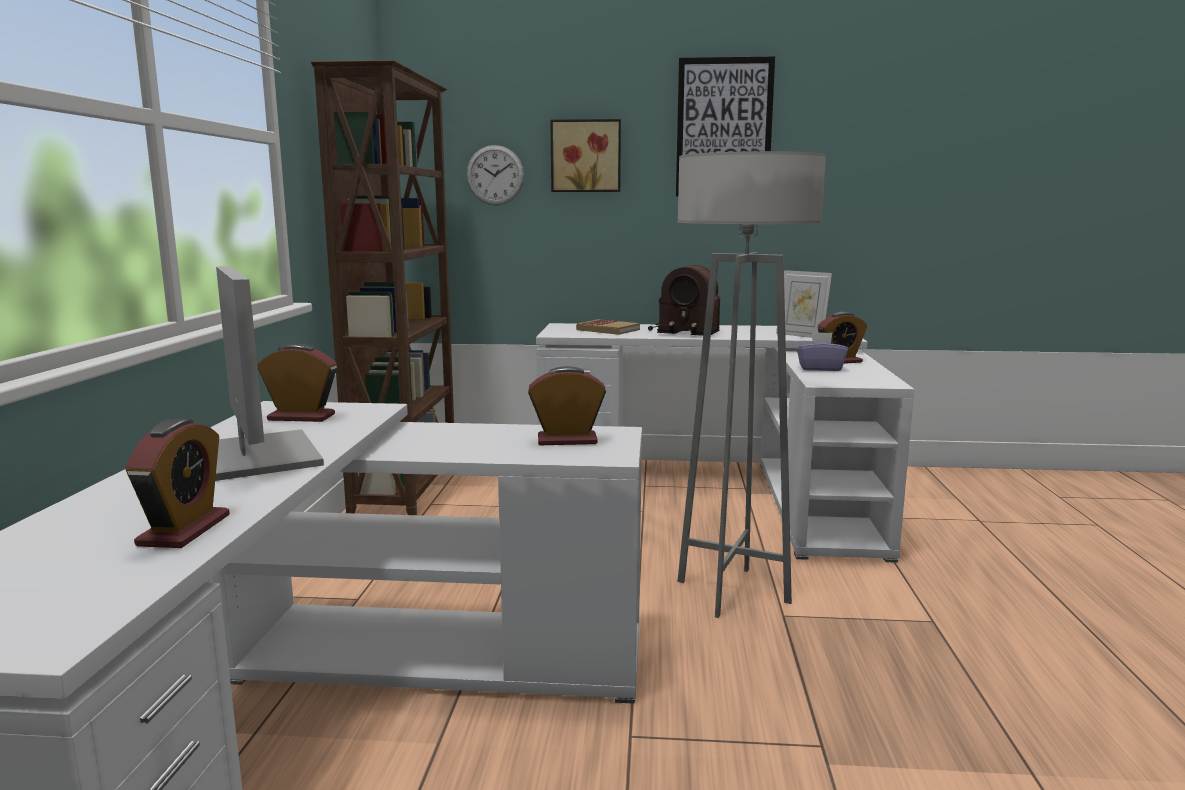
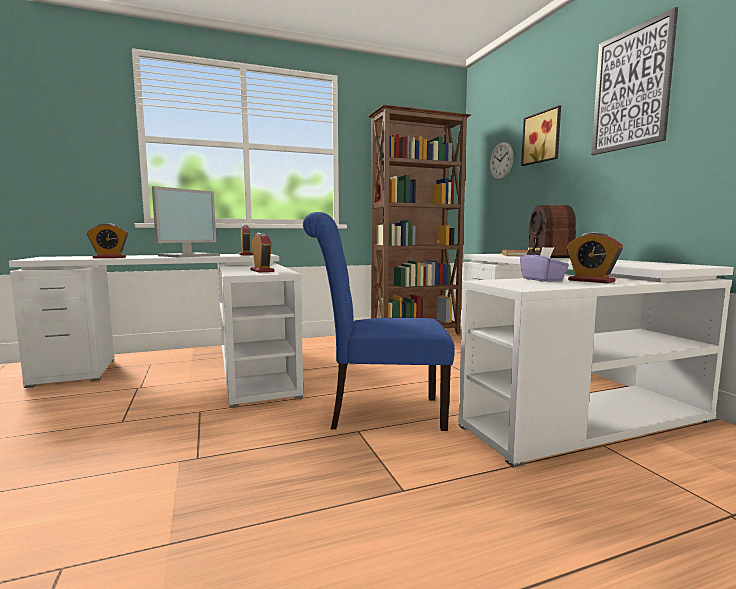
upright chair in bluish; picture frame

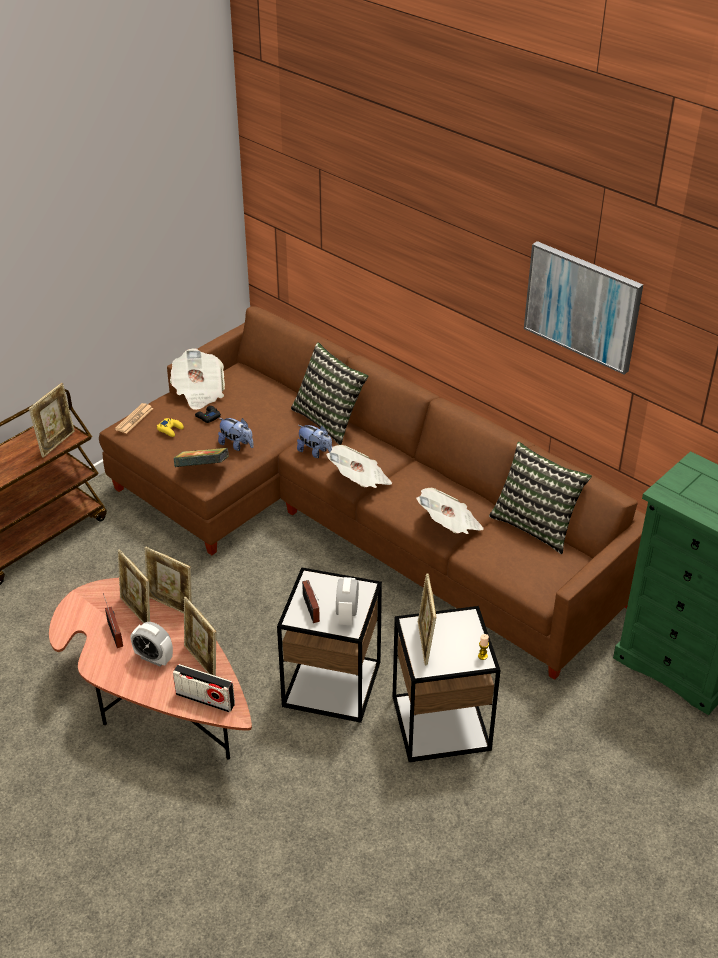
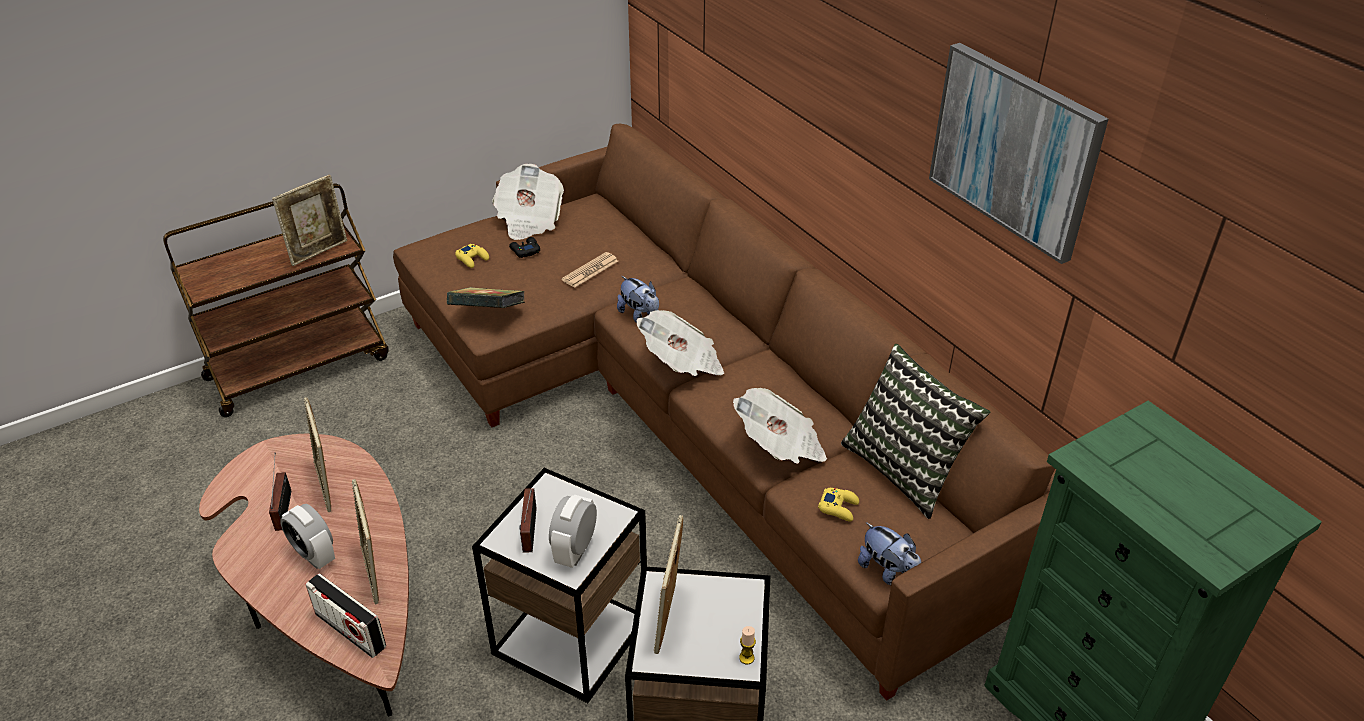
throw pillow (no. 1 from left in the first image); newspaper (no. 2 from left); plush toy (no. 2 from left); picture frame (no. 3 from left in the first image); joypad in yellowish (no. 2 from left)

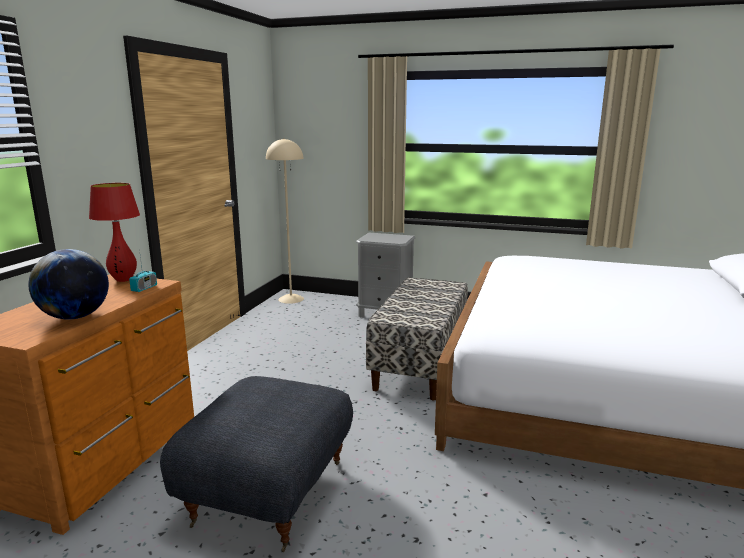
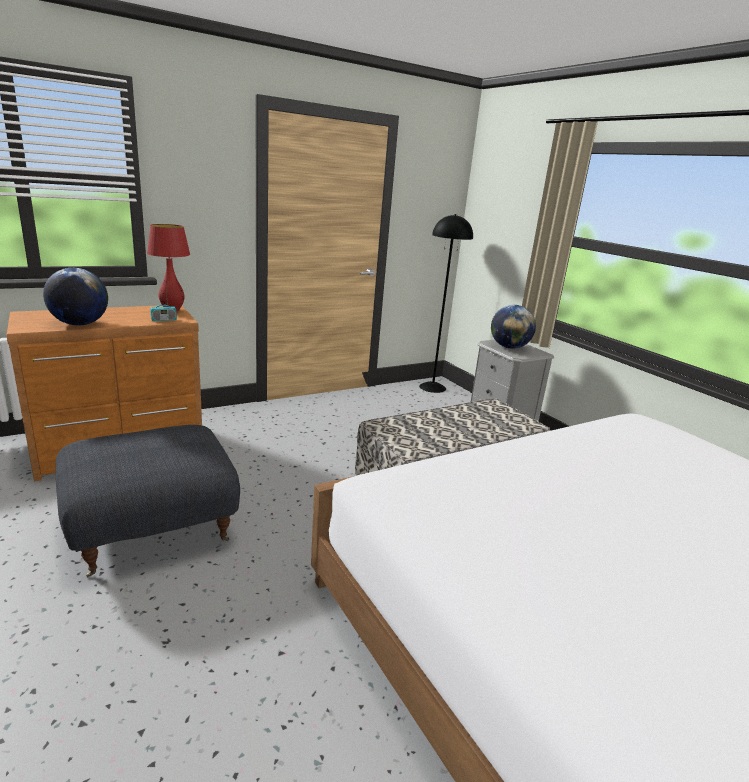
standing lamp in black-coloured; globe (no. 2 from left)

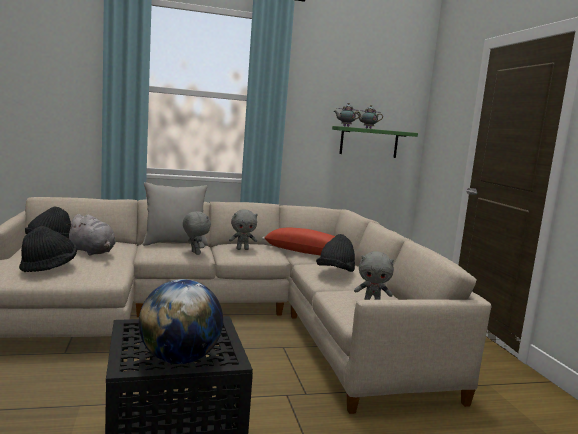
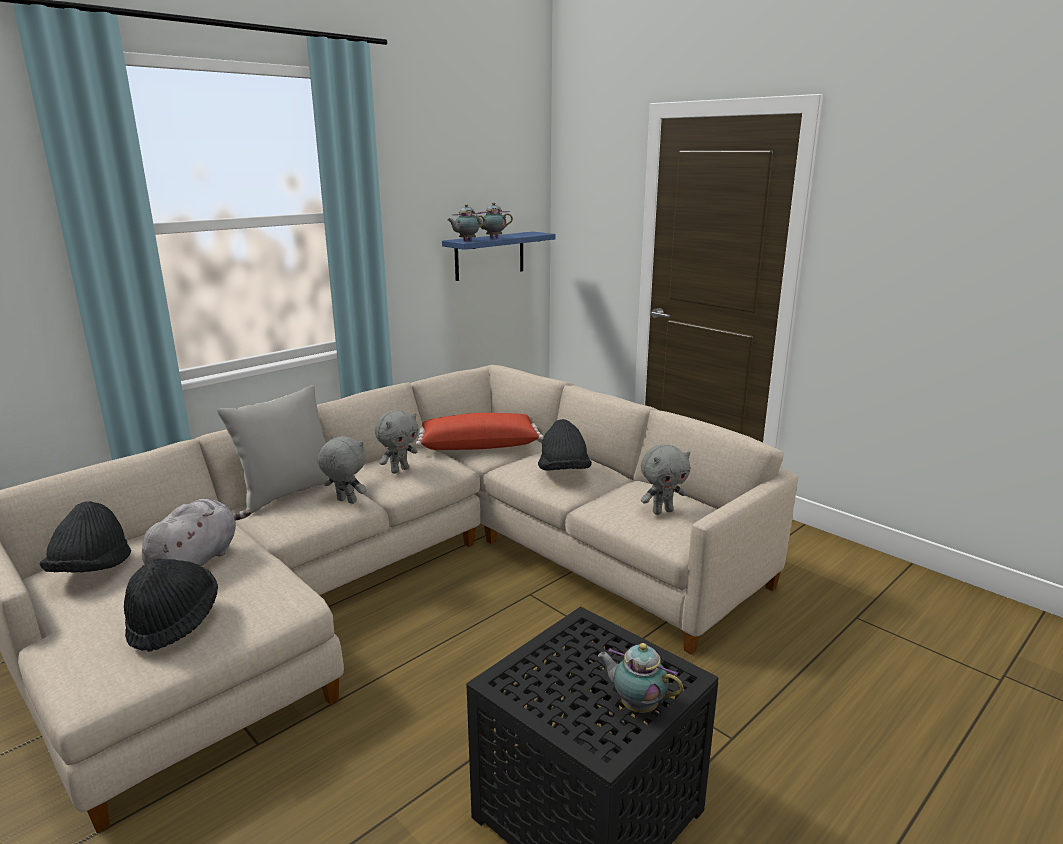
bracket shelf in bluish; plush toy in gray (no. 1 from left); pot for tea (no. 3 from left)

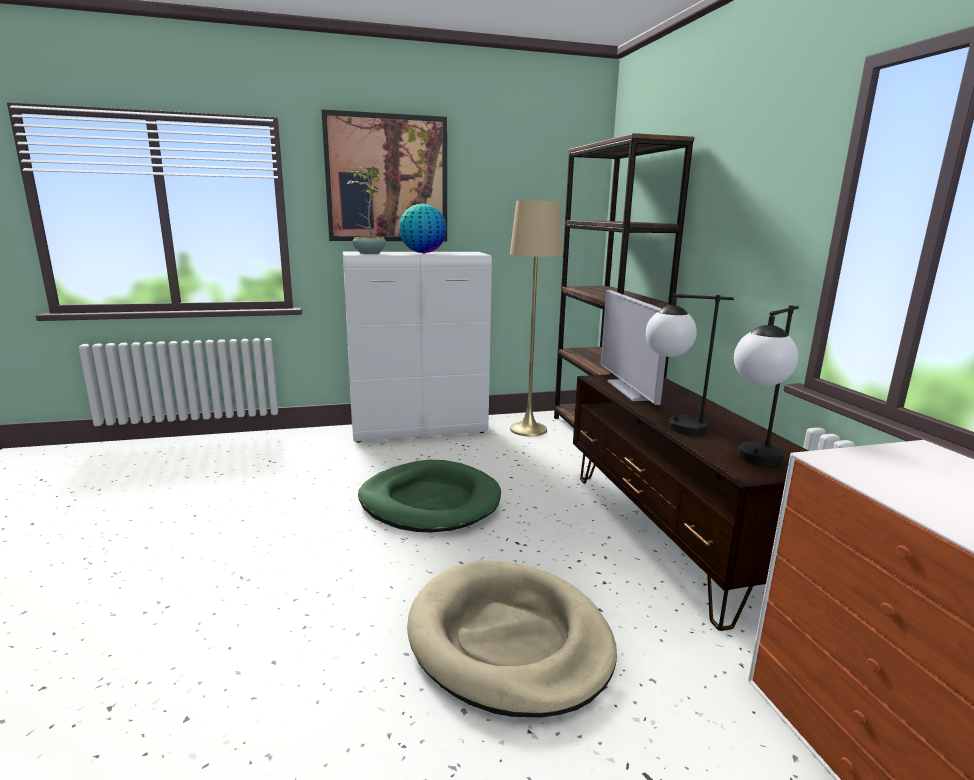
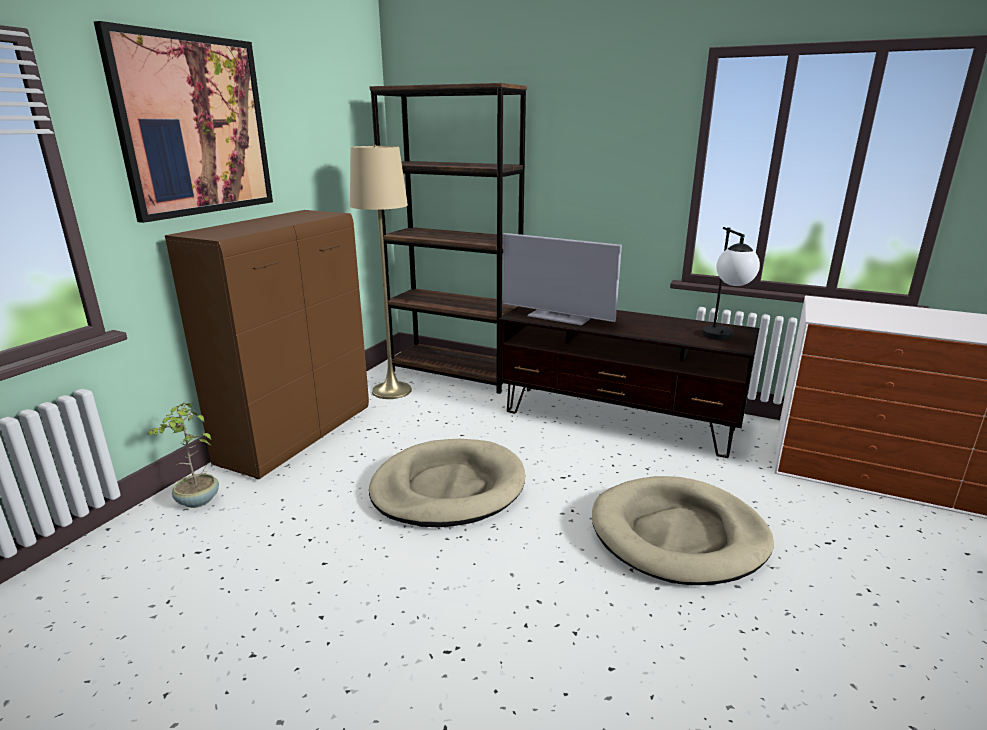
houseplant; globe; cabinet in brownish; lamp for a table (no. 1 from left in the first image); dog cushion in sand-coloured (no. 1 from left)

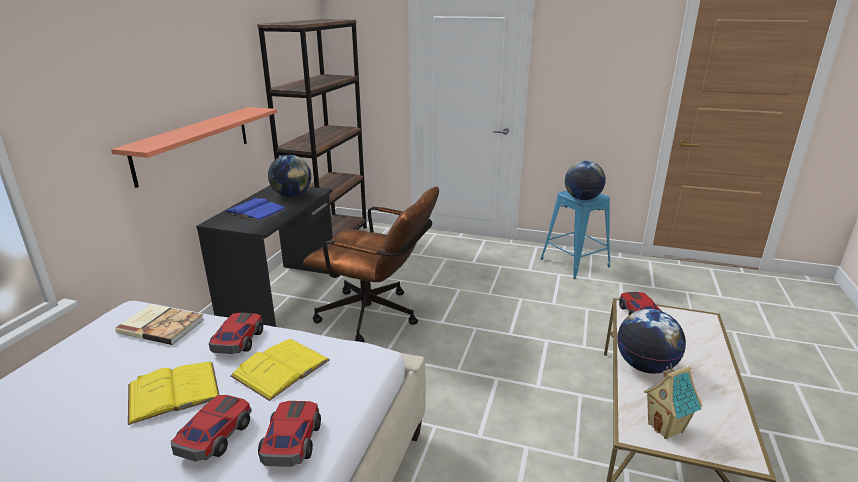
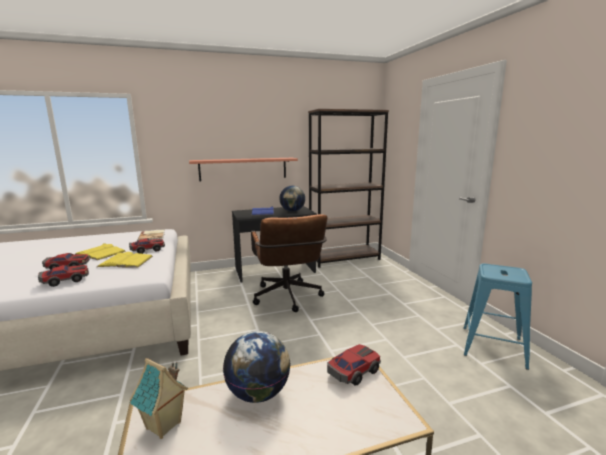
globe (no. 2 from left in the first image)

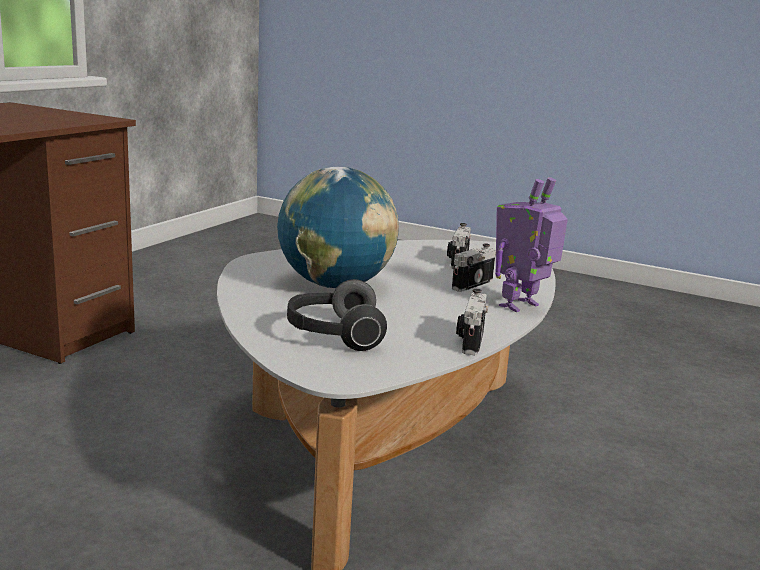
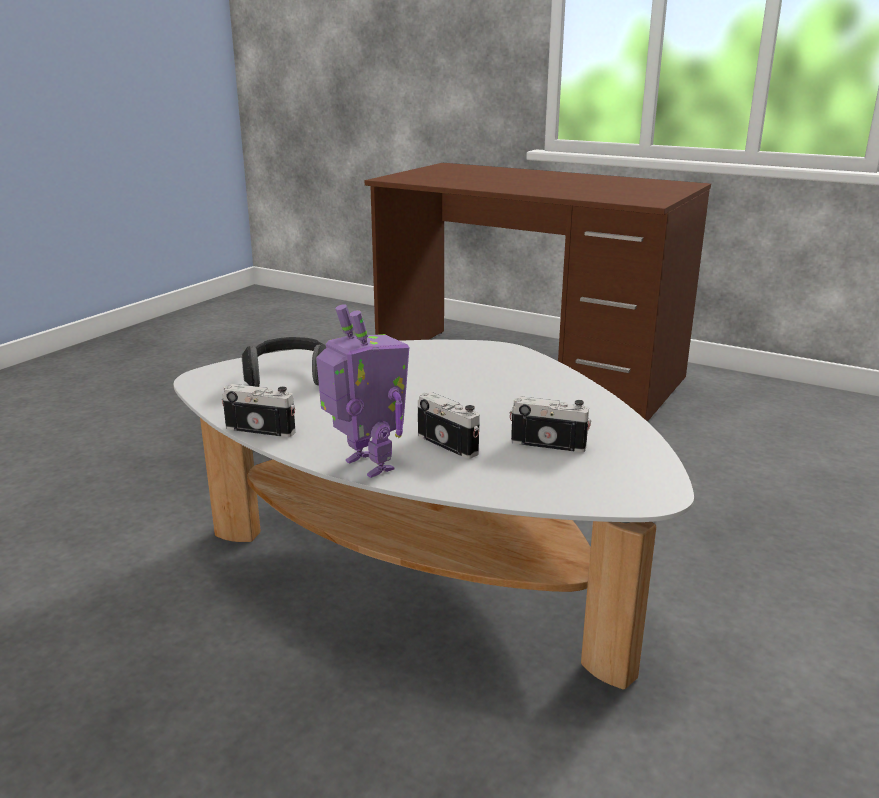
globe

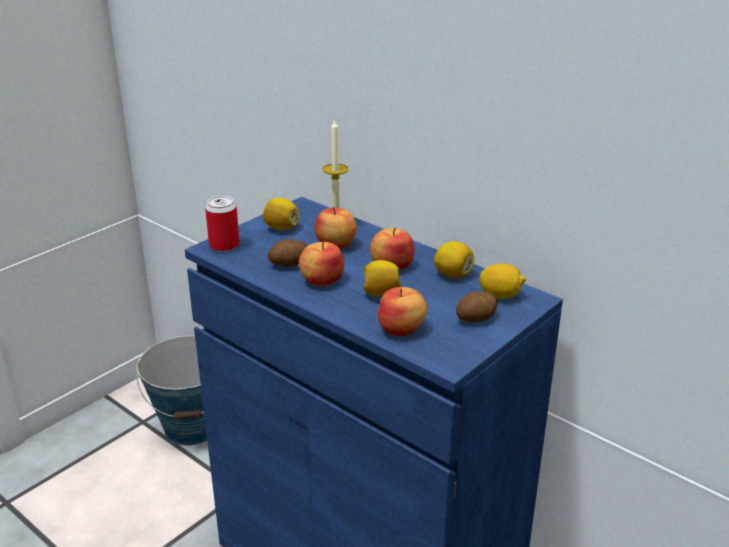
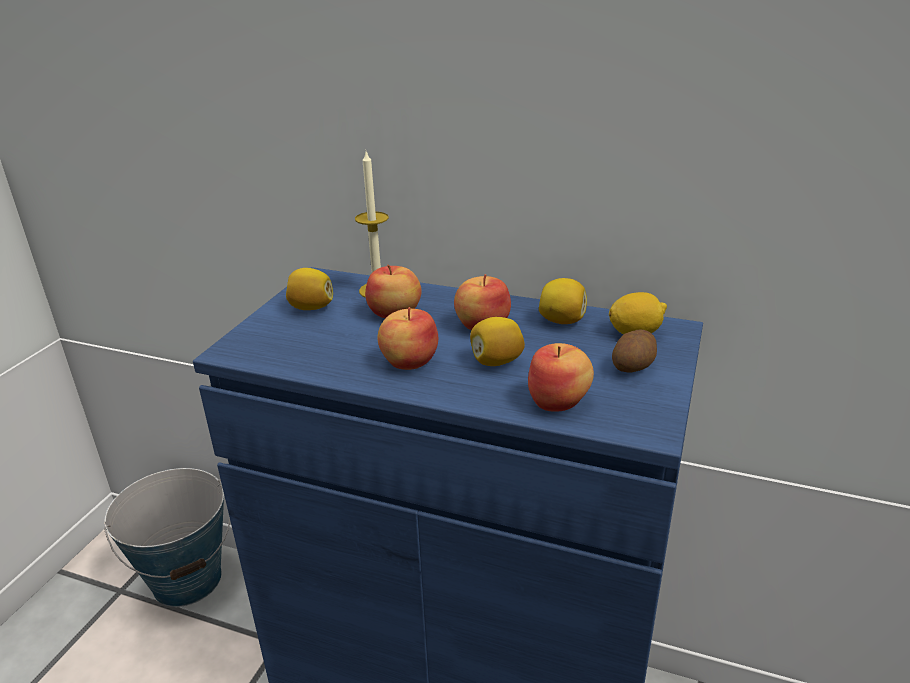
sealed can; whole potato (no. 1 from left in the first image)

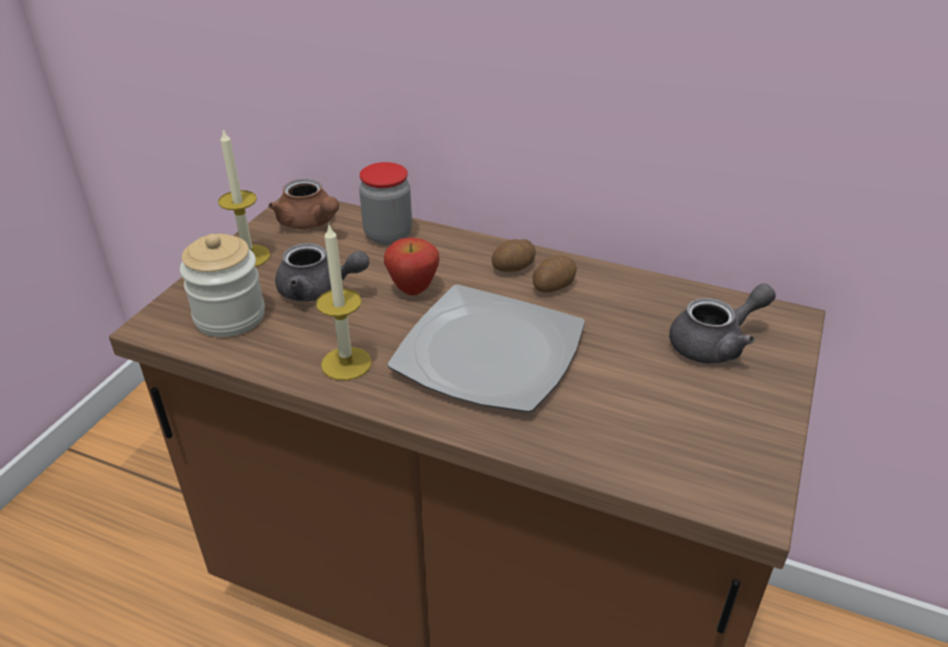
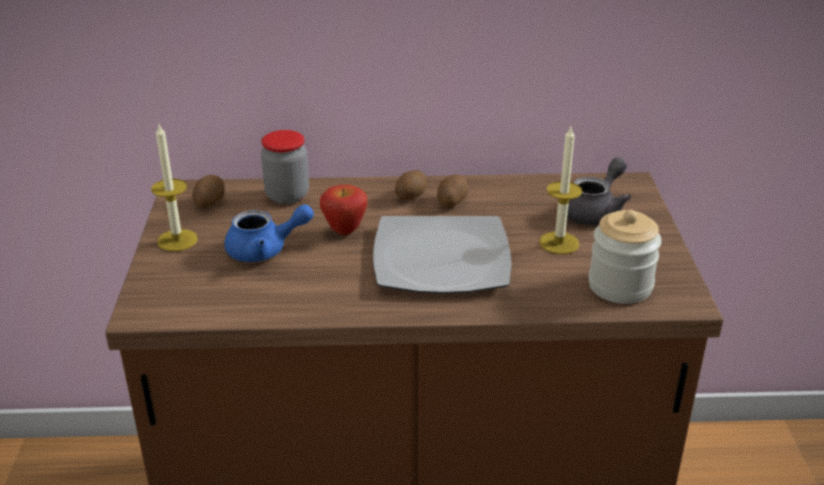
whole potato (no. 1 from left); wax candle (no. 2 from left); jar (no. 2 from left); pot for tea in bluish

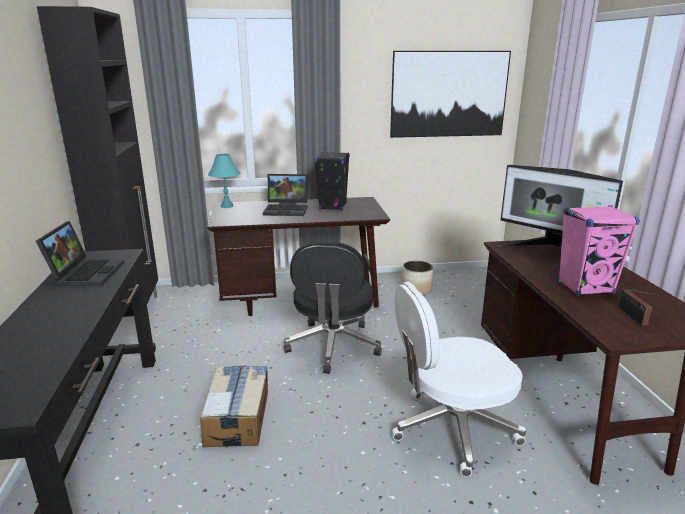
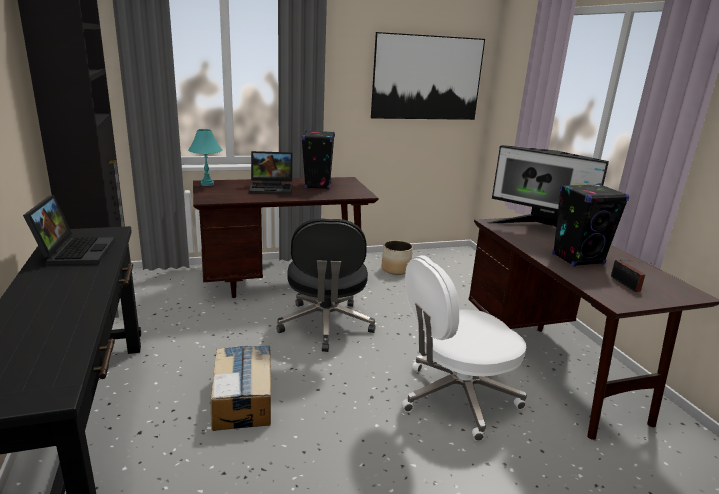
speaker in black-coloured (no. 2 from left)

